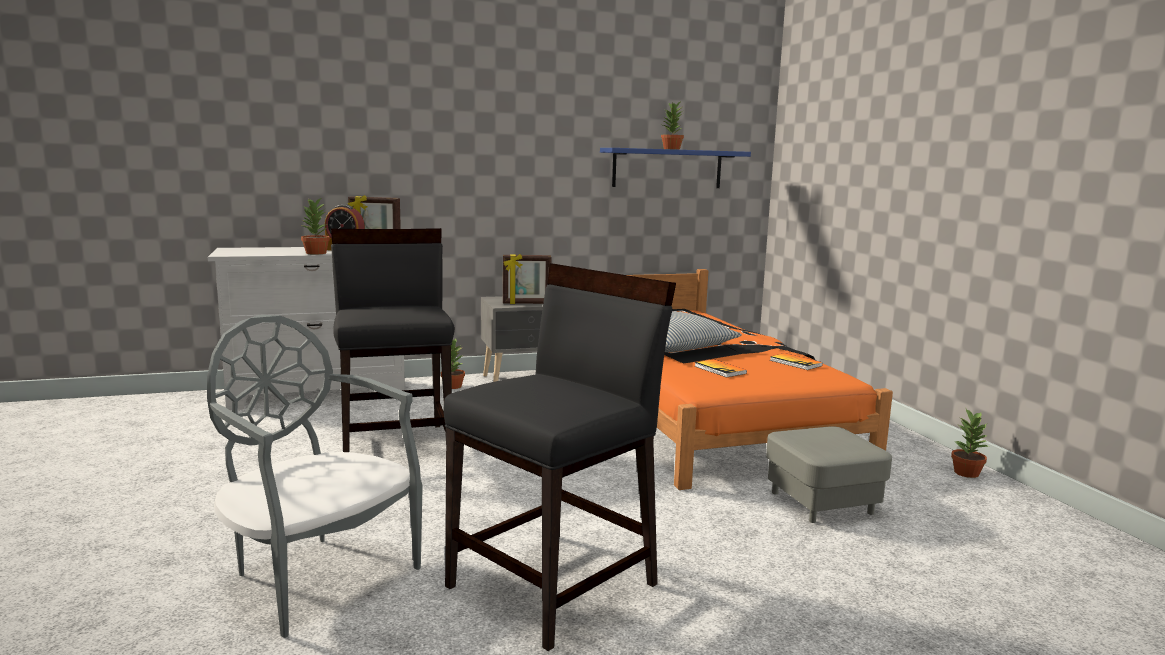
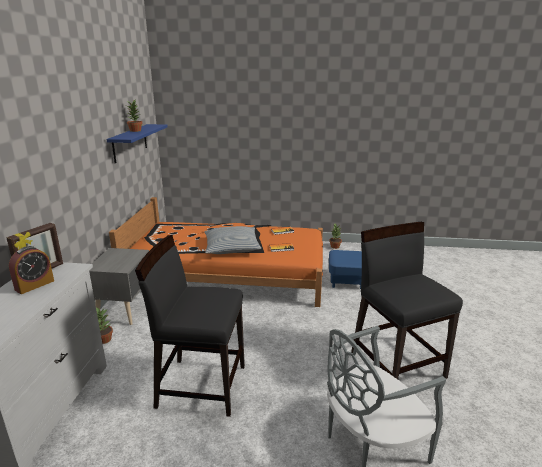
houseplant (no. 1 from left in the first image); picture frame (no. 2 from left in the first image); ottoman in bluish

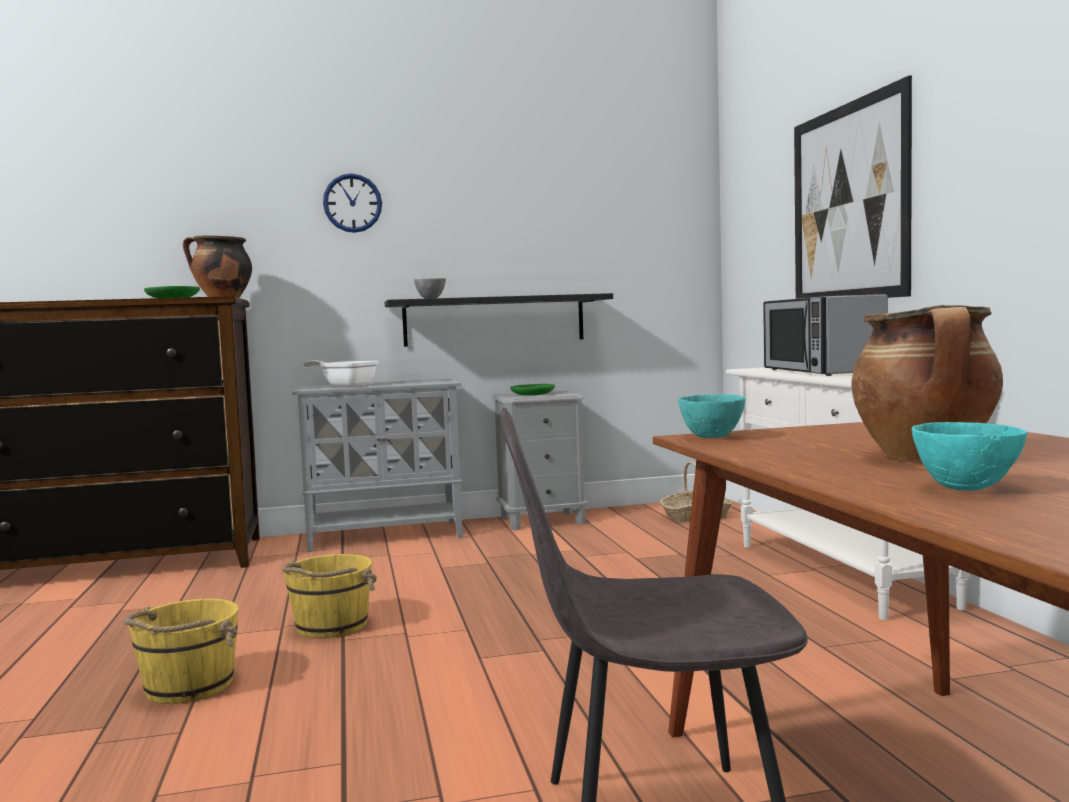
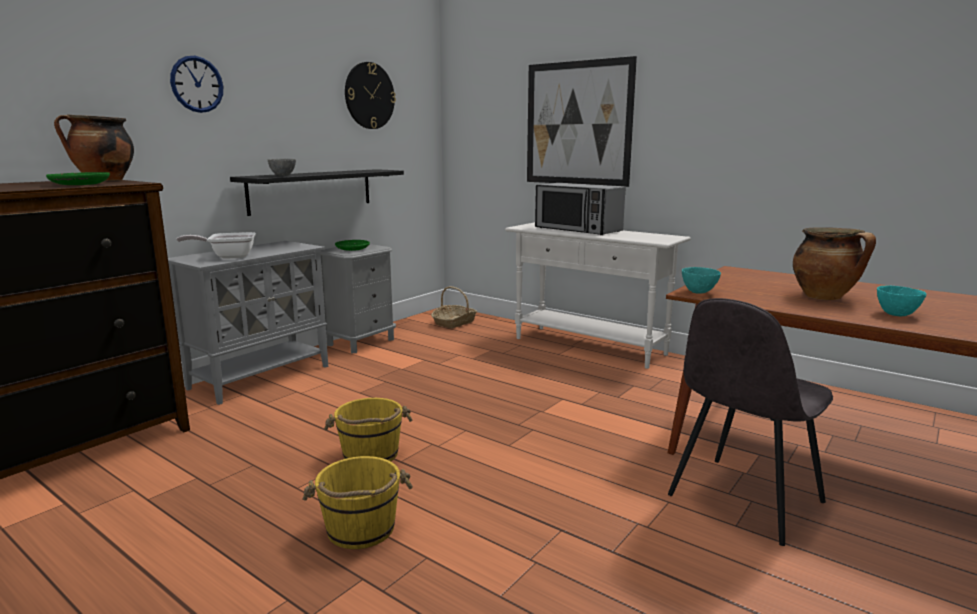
clock on the wall (no. 2 from left)

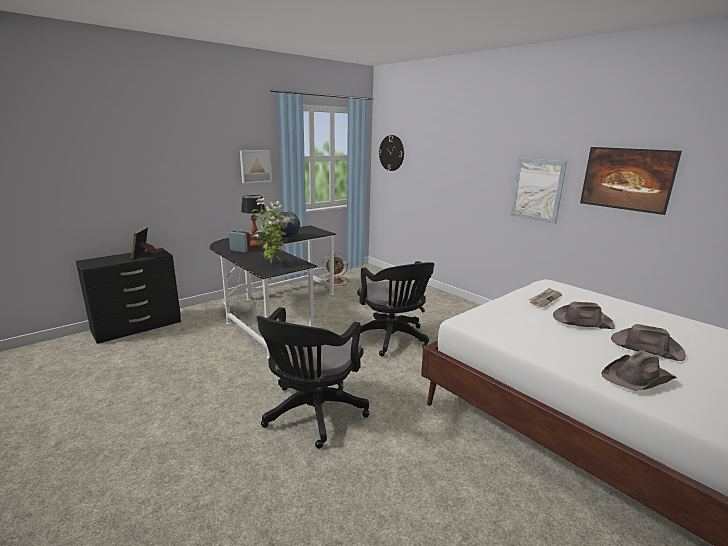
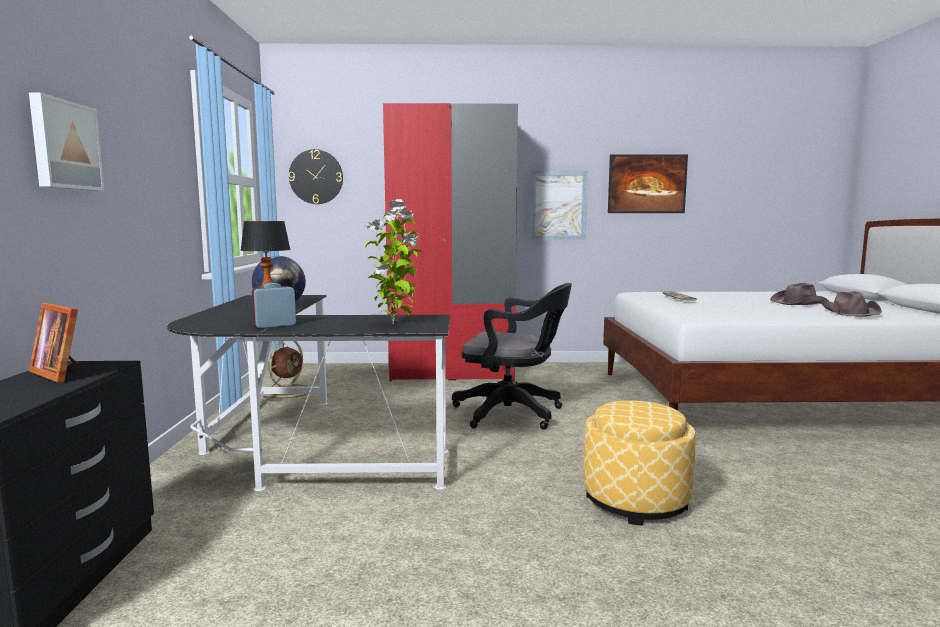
picture (no. 1 from left); hat in brownish (no. 1 from left in the first image); ottoman; clothes cupboard in reddish

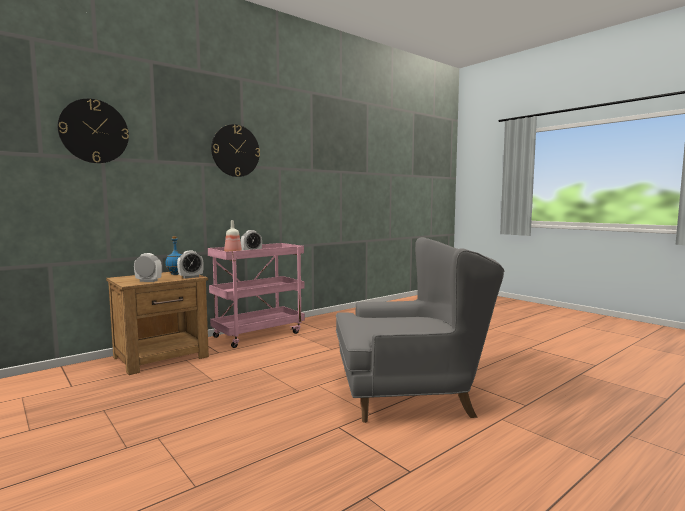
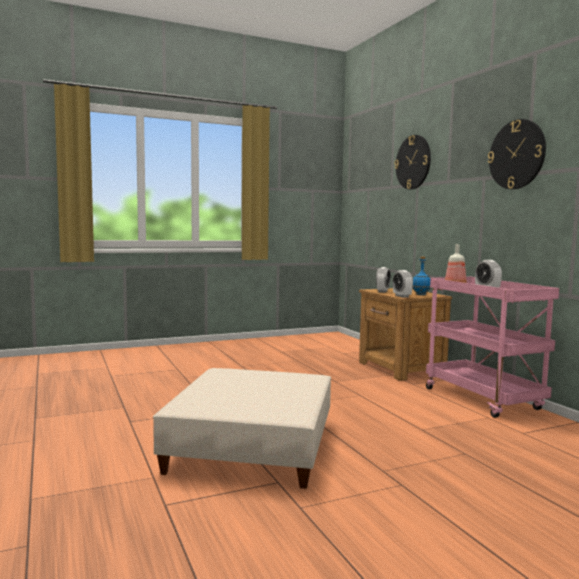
ottoman in sand-coloured

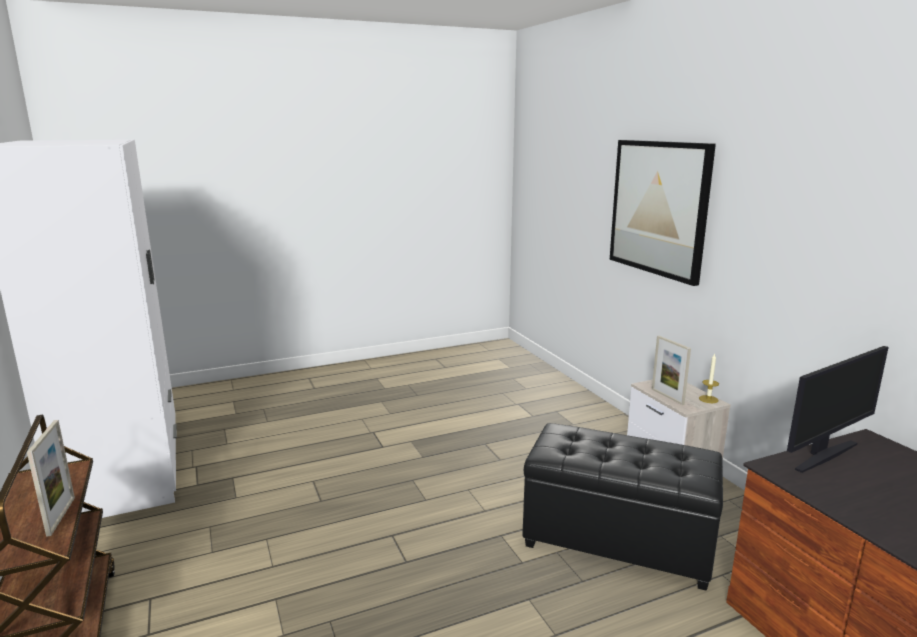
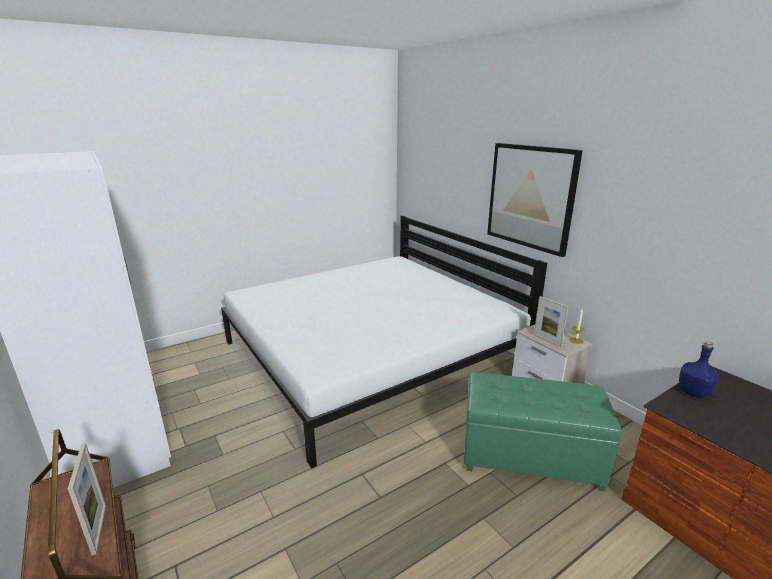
bottle in bluish; ottoman in green-coloured; bedroom bed in white

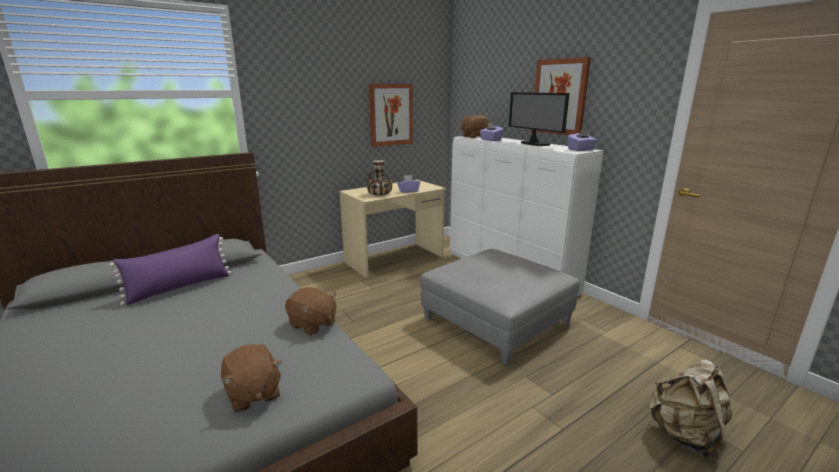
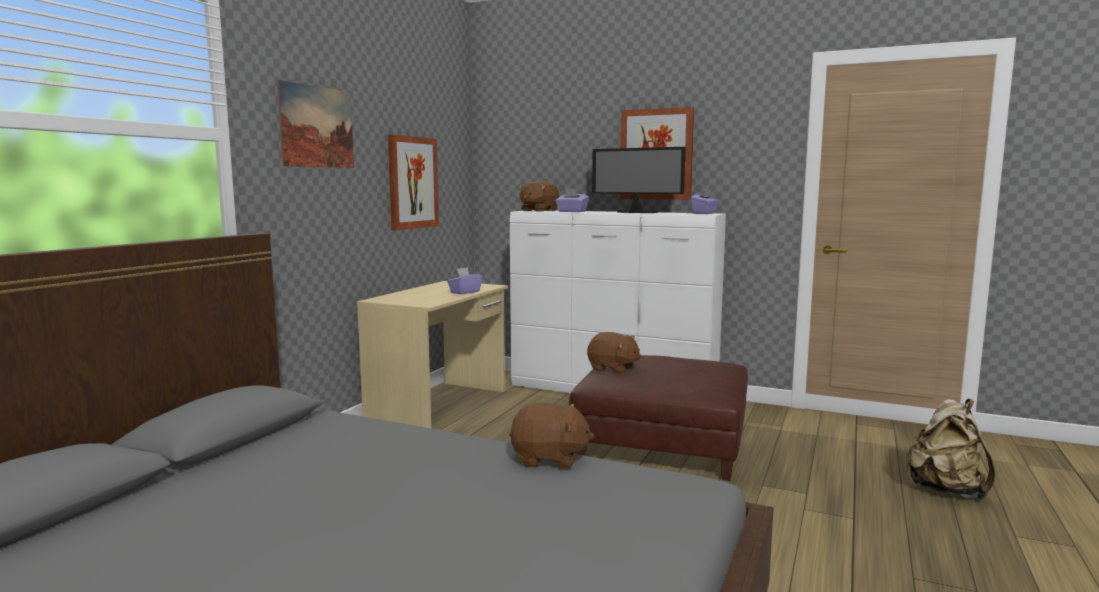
flower vase; throw pillow in purplish; ottoman in brownish; plush toy in brownish (no. 3 from left); picture (no. 1 from left)

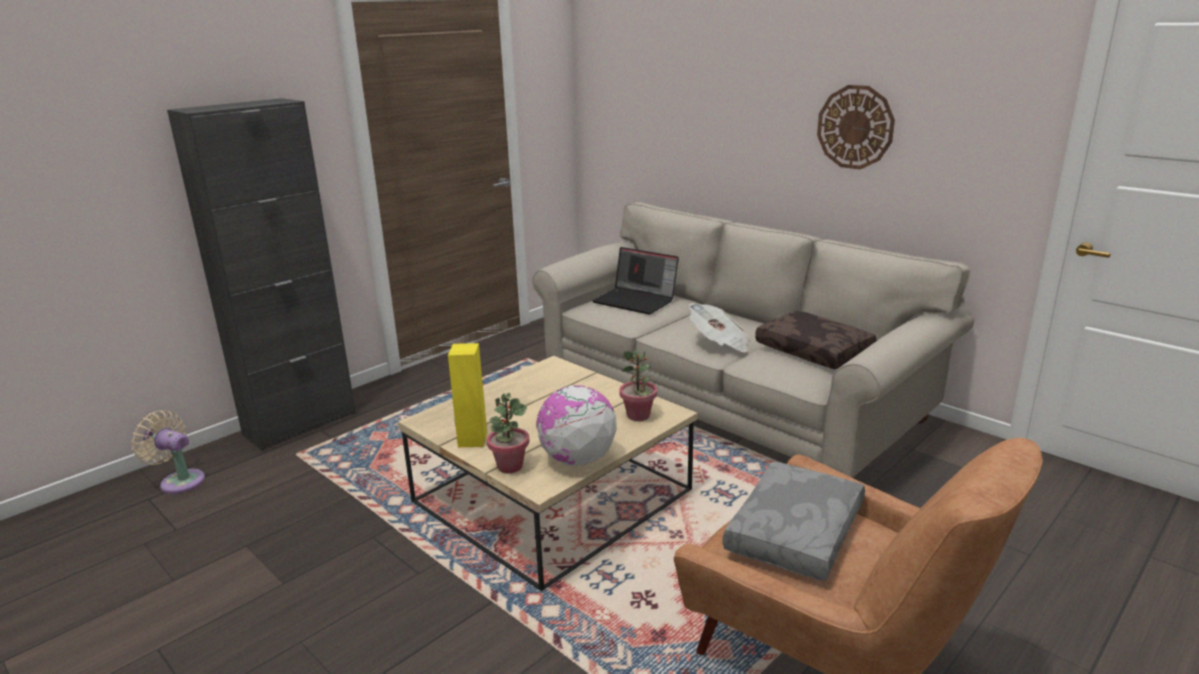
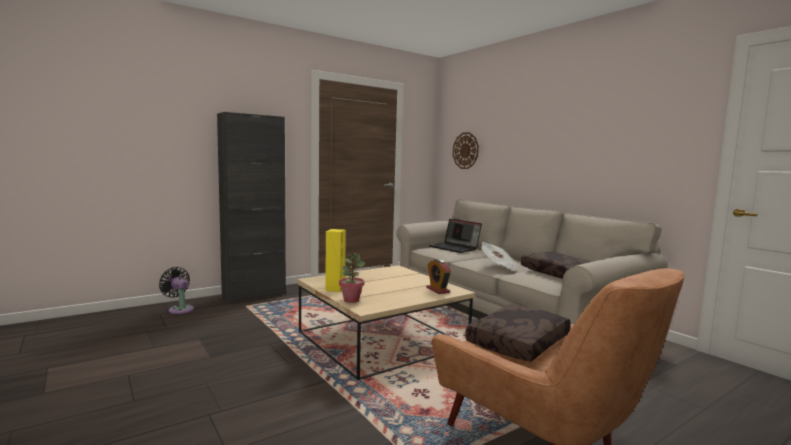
clock on the wall; bedside clock; globe; cooling fan in black-coloured; throw pillow in brownish (no. 1 from left)

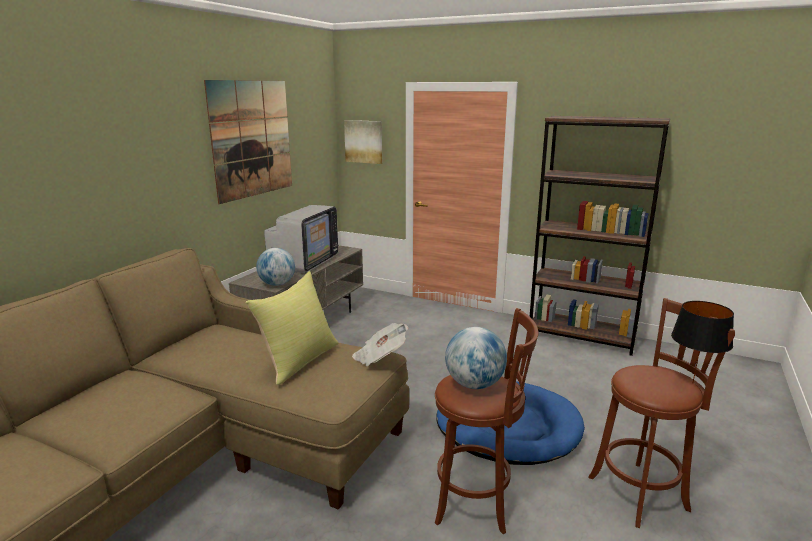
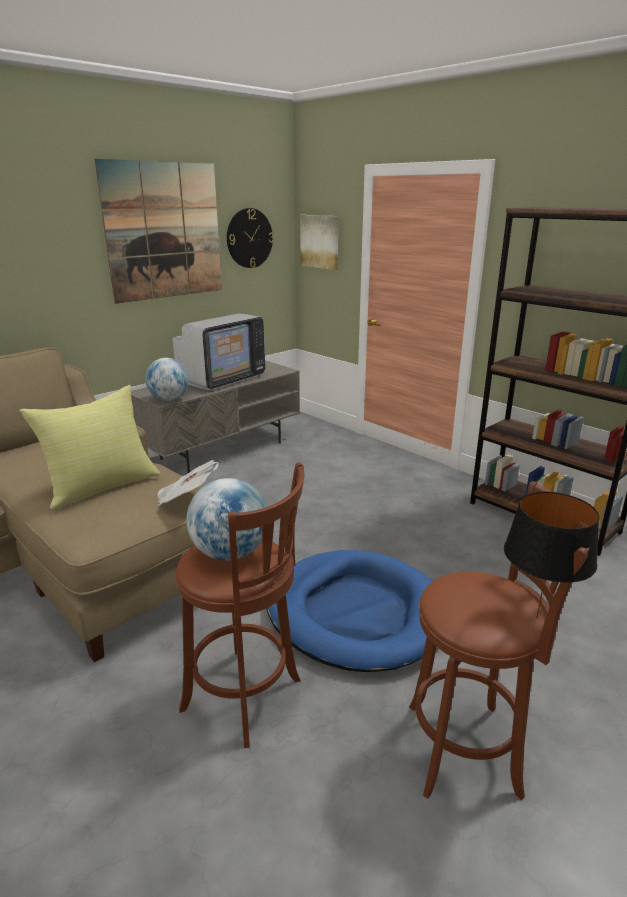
clock on the wall

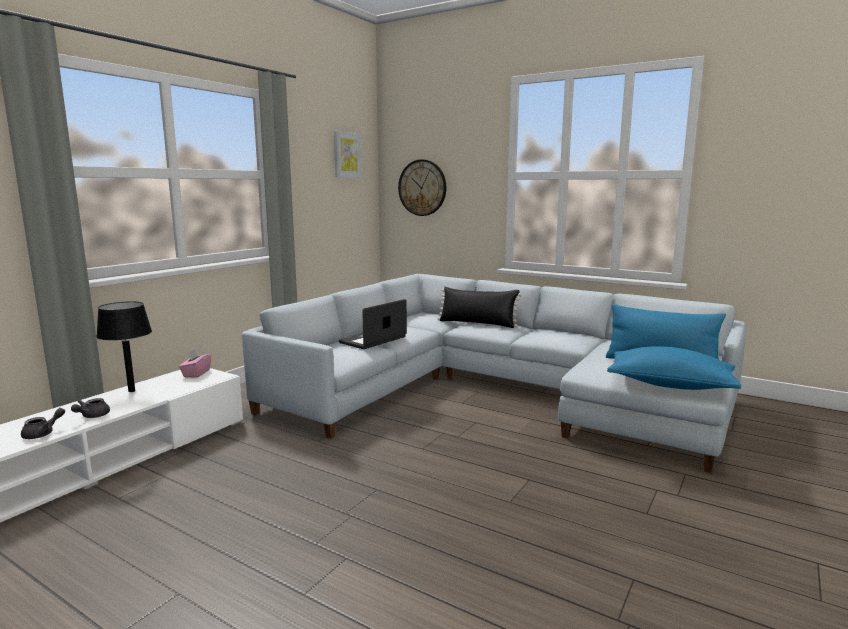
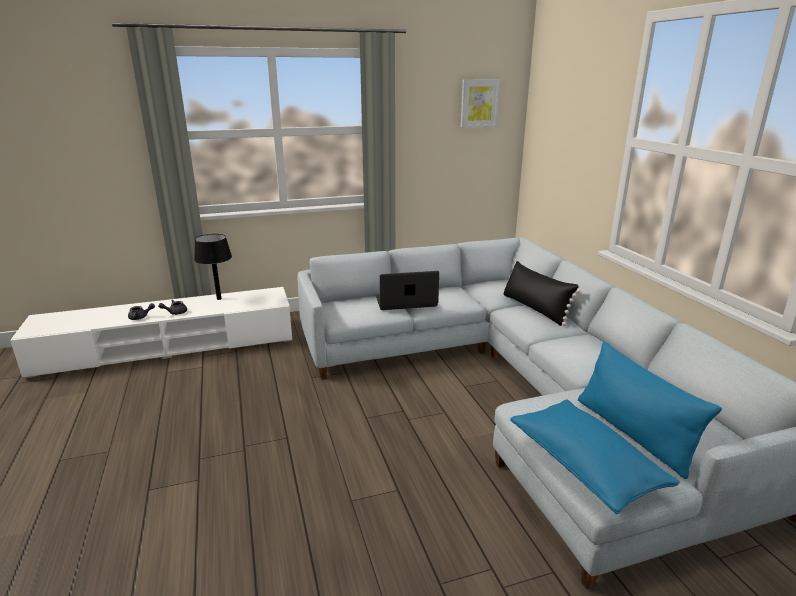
clock on the wall; tissue box in pinkish

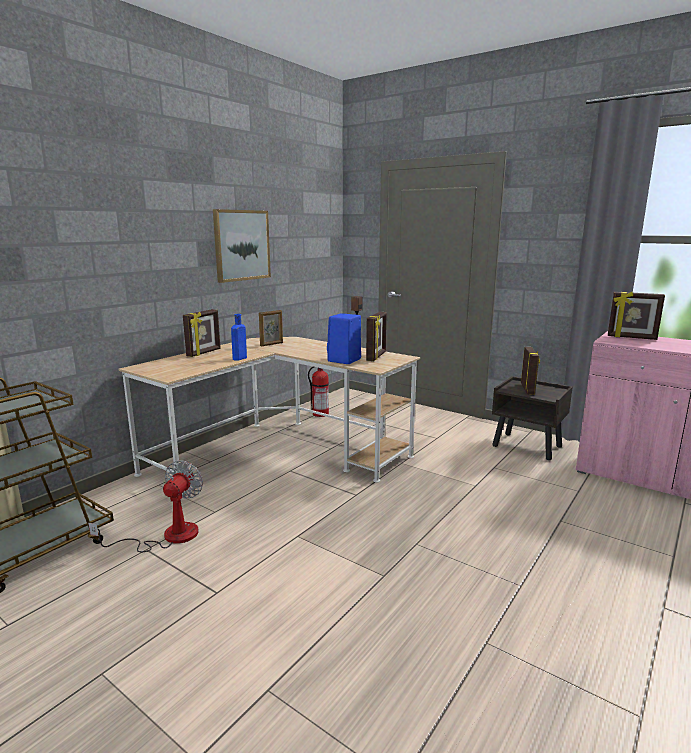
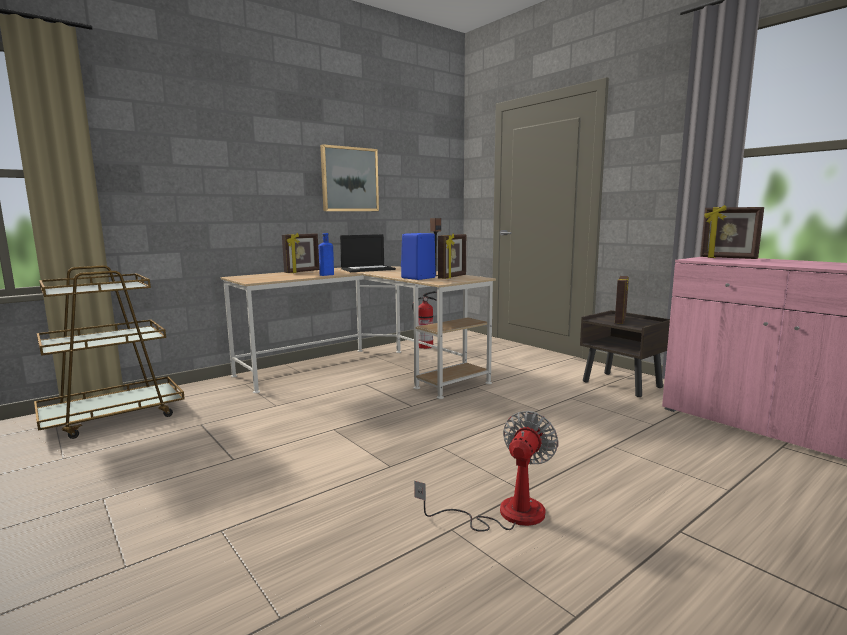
portable computer; cooling fan

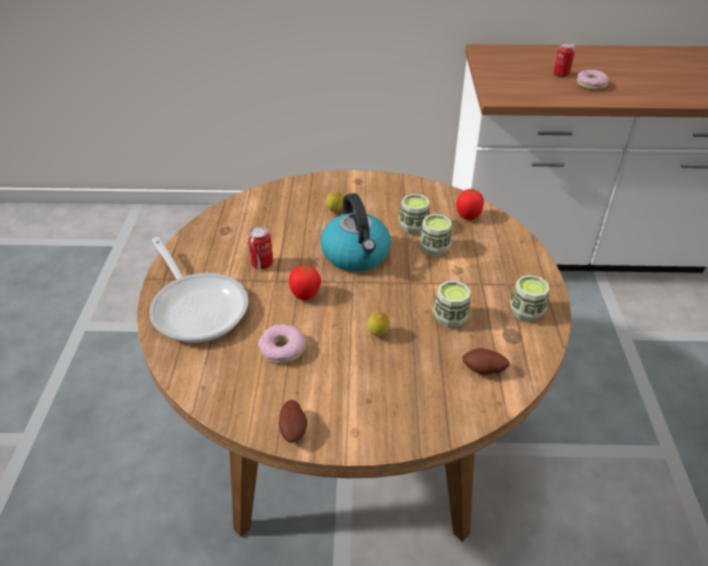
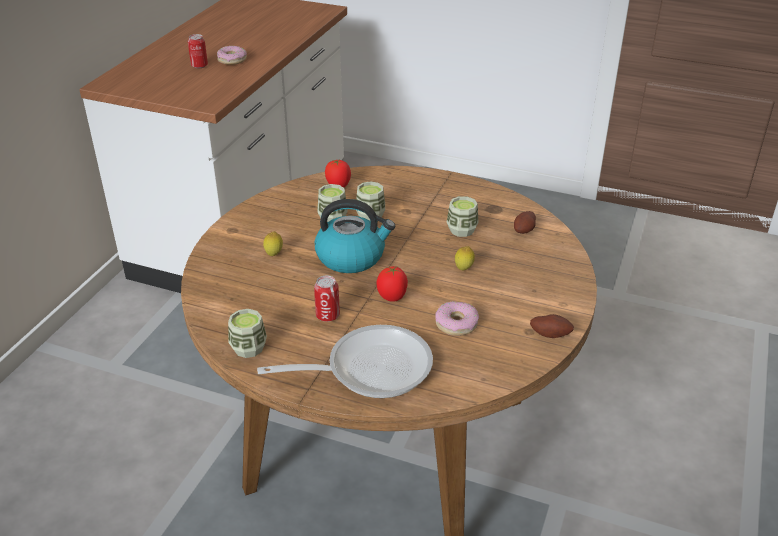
drinking cup (no. 1 from left)

